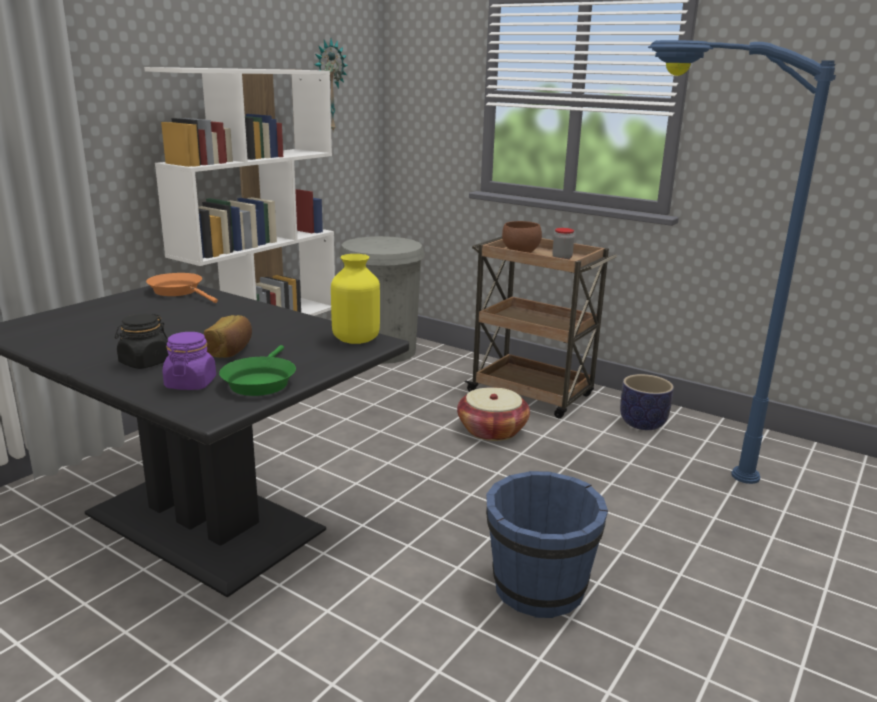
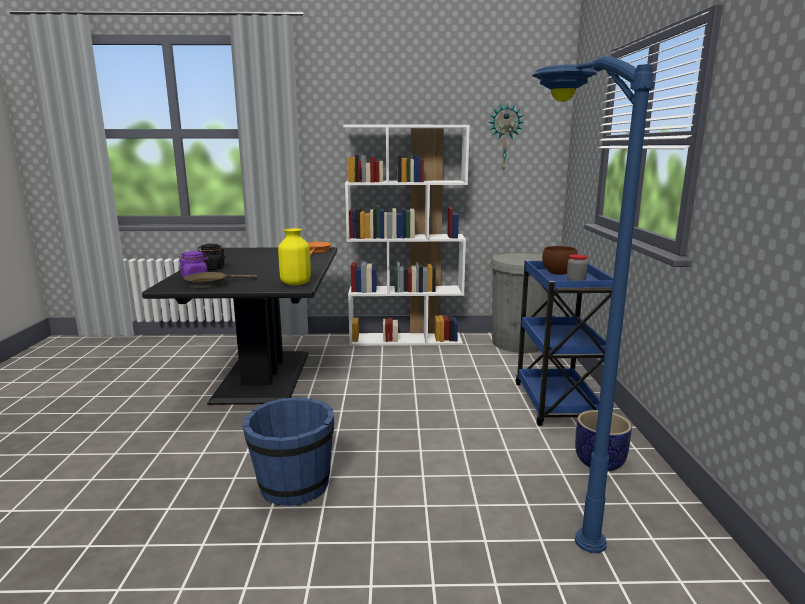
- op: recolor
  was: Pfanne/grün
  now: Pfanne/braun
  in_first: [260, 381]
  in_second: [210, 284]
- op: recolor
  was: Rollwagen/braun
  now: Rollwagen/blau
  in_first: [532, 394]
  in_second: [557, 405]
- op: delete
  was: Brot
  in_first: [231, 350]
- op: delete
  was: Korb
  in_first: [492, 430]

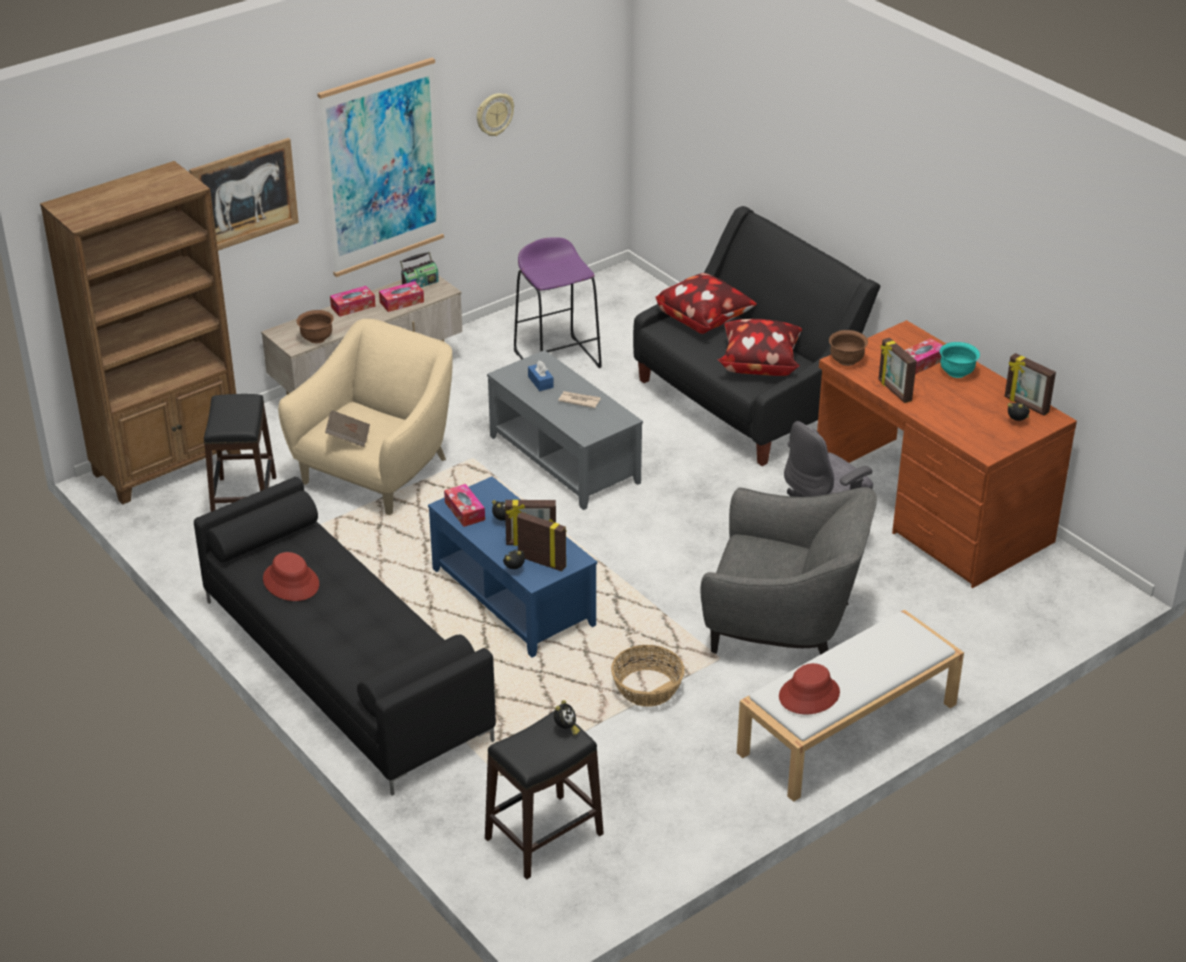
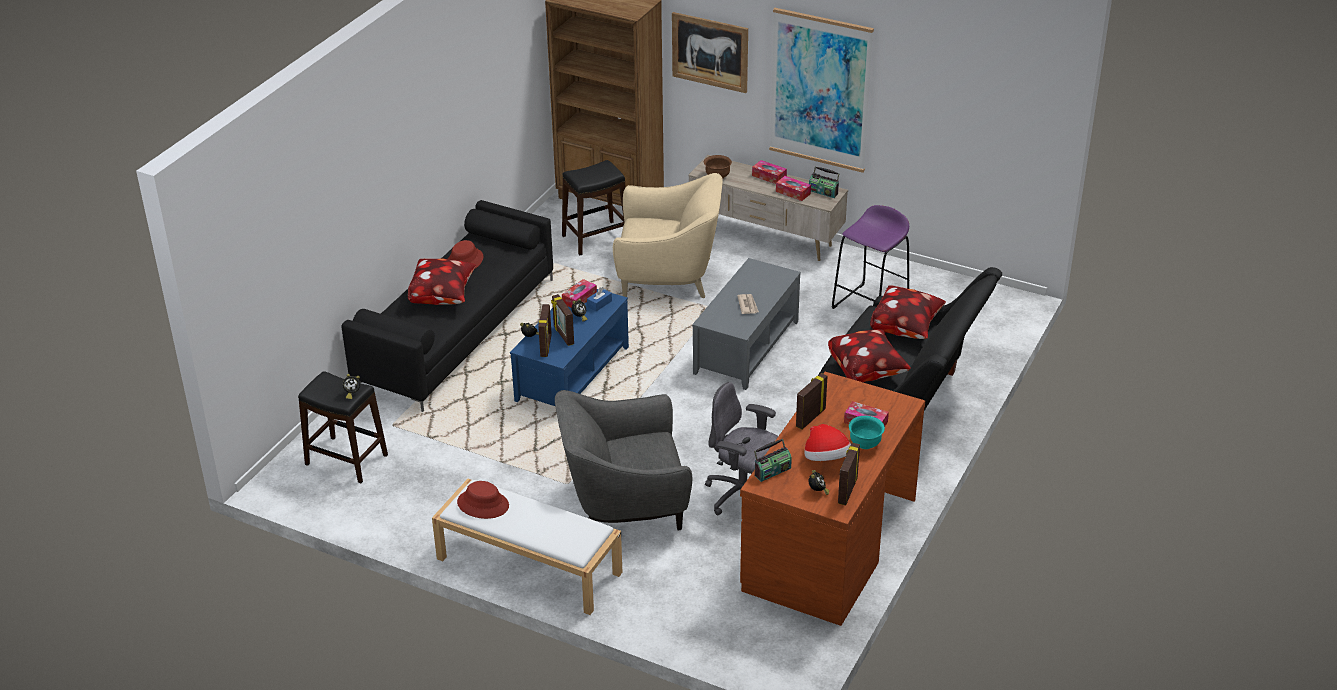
- op: insert
  now: Kissen
  in_second: [443, 297]
- op: rotate
  was: Sessel/grau
  in_first: [783, 626]
  in_second: [625, 504]
  clockwise: 90
- op: move
  was: Taschentuchbox/blau
  in_first: [540, 382]
  in_second: [599, 304]
- op: insert
  now: Radio
  in_second: [772, 471]
- op: insert
  now: Hut
  in_second: [826, 460]
- op: delete
  was: Buch/braun
  in_first: [348, 437]
- op: delete
  was: Wanduhr
  in_first: [494, 114]
- op: delete
  was: Korb
  in_first: [647, 688]
- op: delete
  was: Schüssel/braun
  in_first: [846, 361]

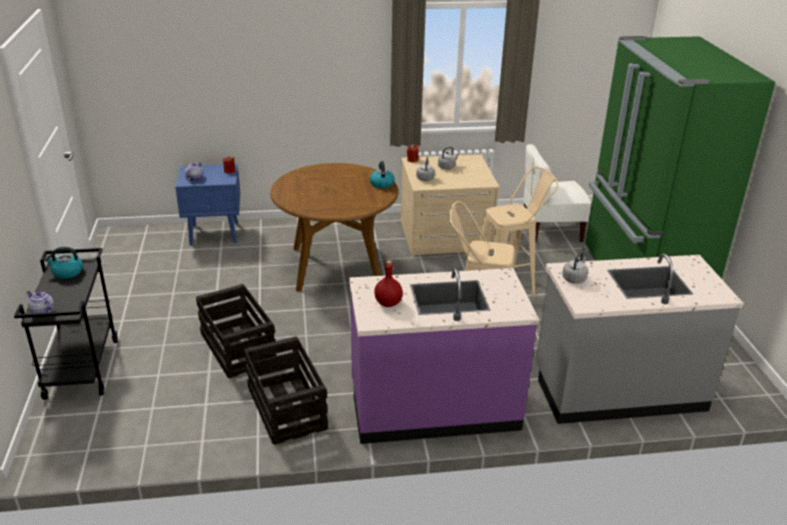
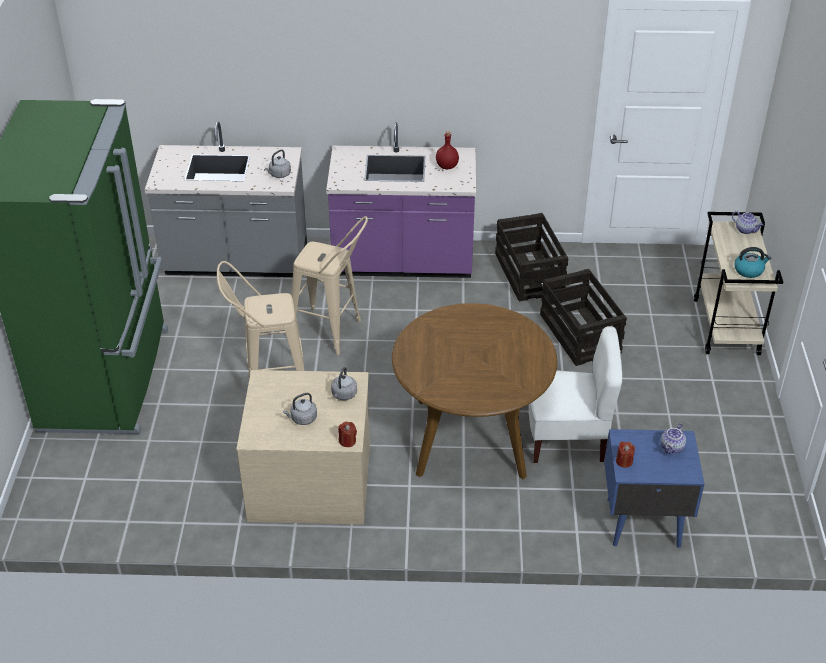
- op: move
  was: Stuhl/weiß
  in_first: [551, 231]
  in_second: [567, 439]
- op: recolor
  was: Rollwagen/schwarz
  now: Rollwagen/beige
  in_first: [81, 368]
  in_second: [727, 327]
- op: delete
  was: Wasserkessel
  in_first: [381, 184]

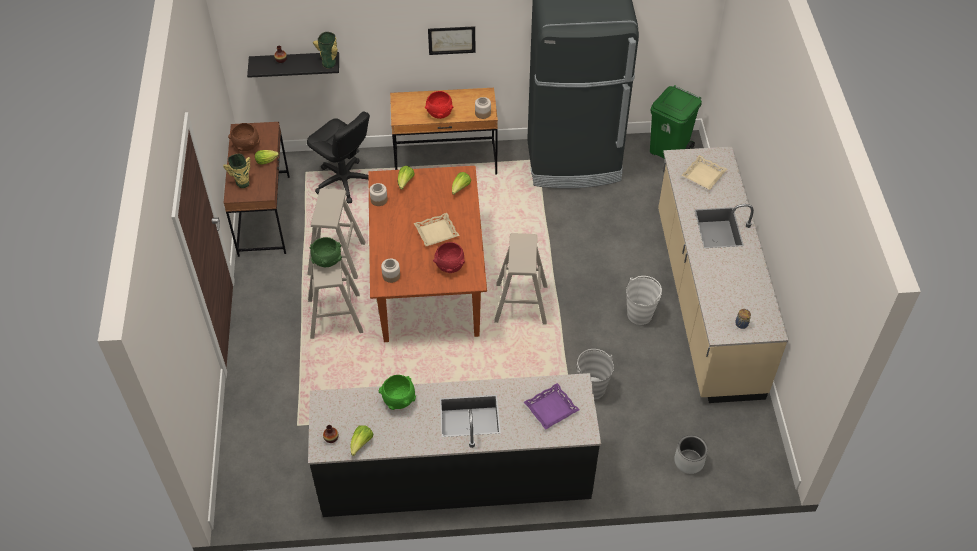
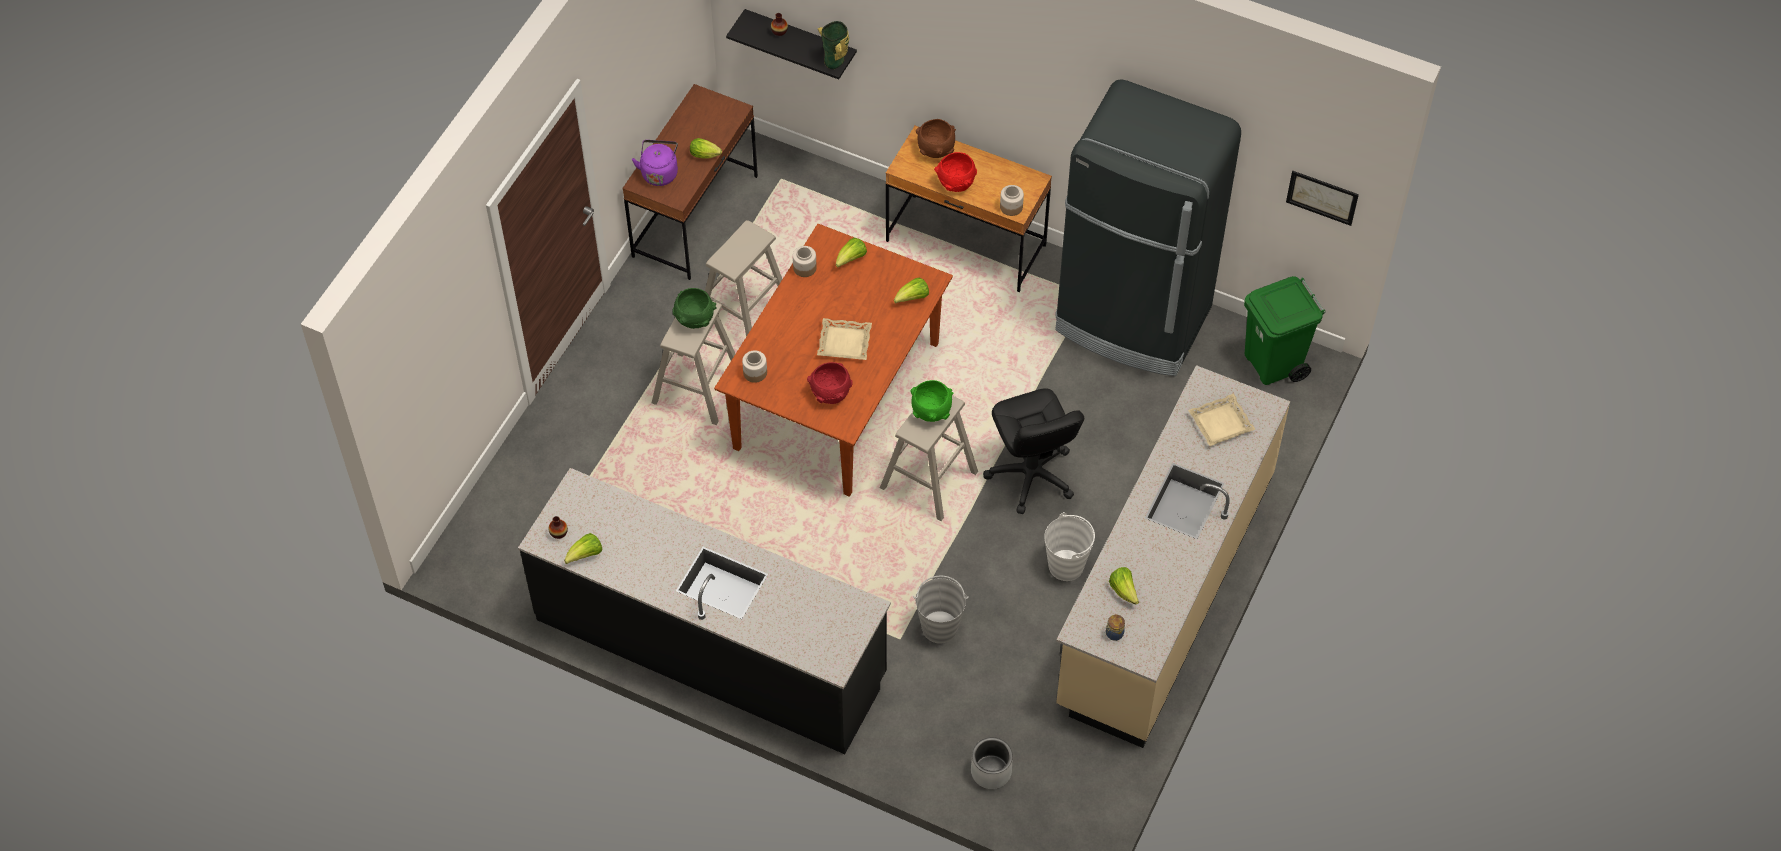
- op: replace
  was: Vase
  now: Wasserkessel/lila
  in_first: [243, 183]
  in_second: [659, 172]
- op: move
  was: Schüssel/grün
  in_first: [398, 400]
  in_second: [930, 411]
- op: move
  was: Schüssel/braun
  in_first: [246, 146]
  in_second: [935, 150]
- op: move
  was: Bürostuhl/schwarz
  in_first: [344, 181]
  in_second: [1031, 475]
- op: insert
  now: Salatkopf
  in_second: [1124, 590]
- op: move
  was: Bild
  in_first: [451, 40]
  in_second: [1322, 197]
- op: delete
  was: Tablett/lila
  in_first: [551, 409]

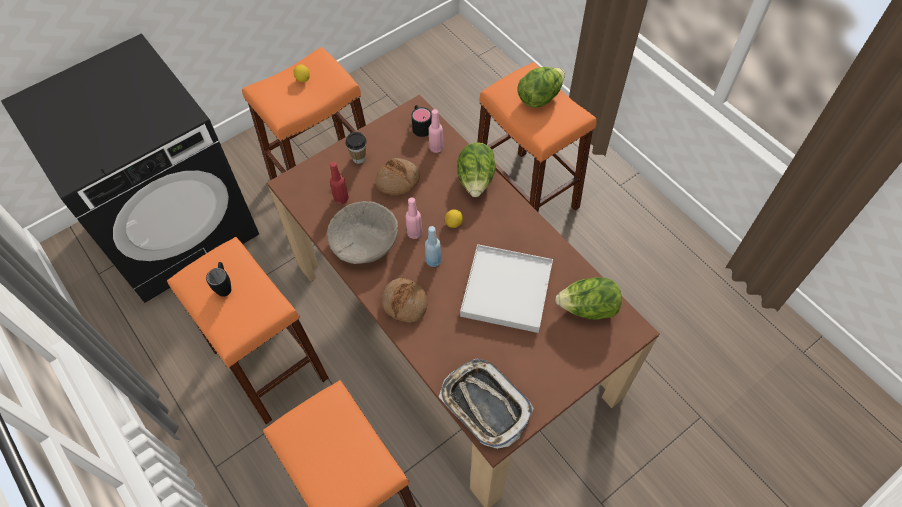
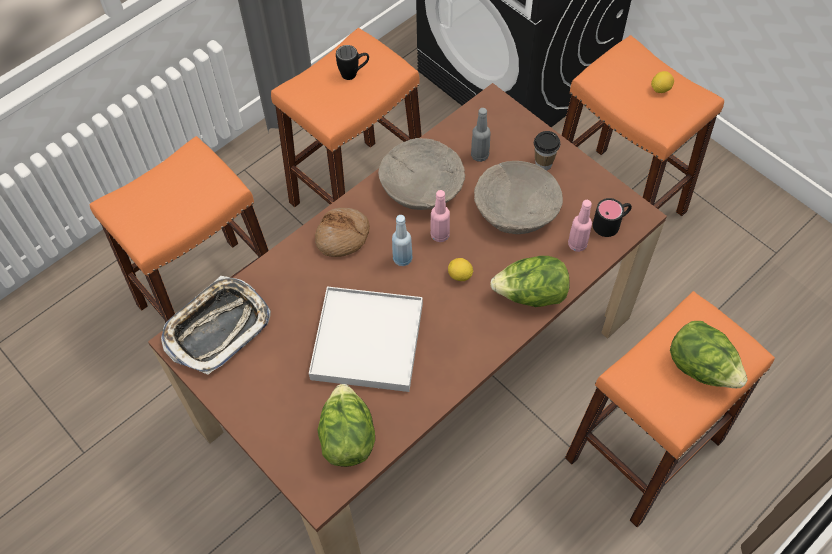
- op: recolor
  was: Flasche/rot
  now: Flasche/grau
  in_first: [341, 198]
  in_second: [479, 155]
- op: replace
  was: Brot
  now: Schüssel/beige
  in_first: [398, 181]
  in_second: [515, 209]

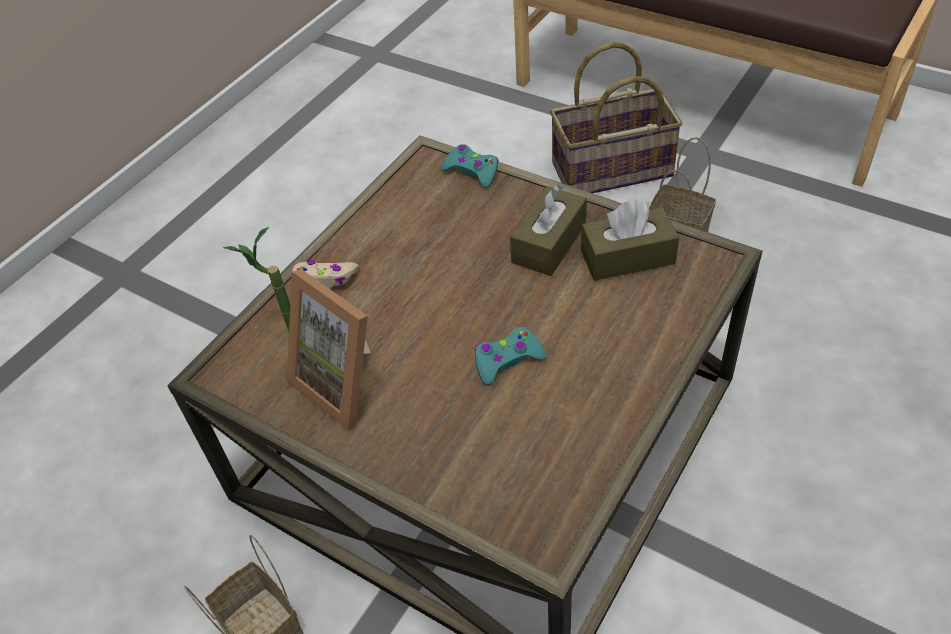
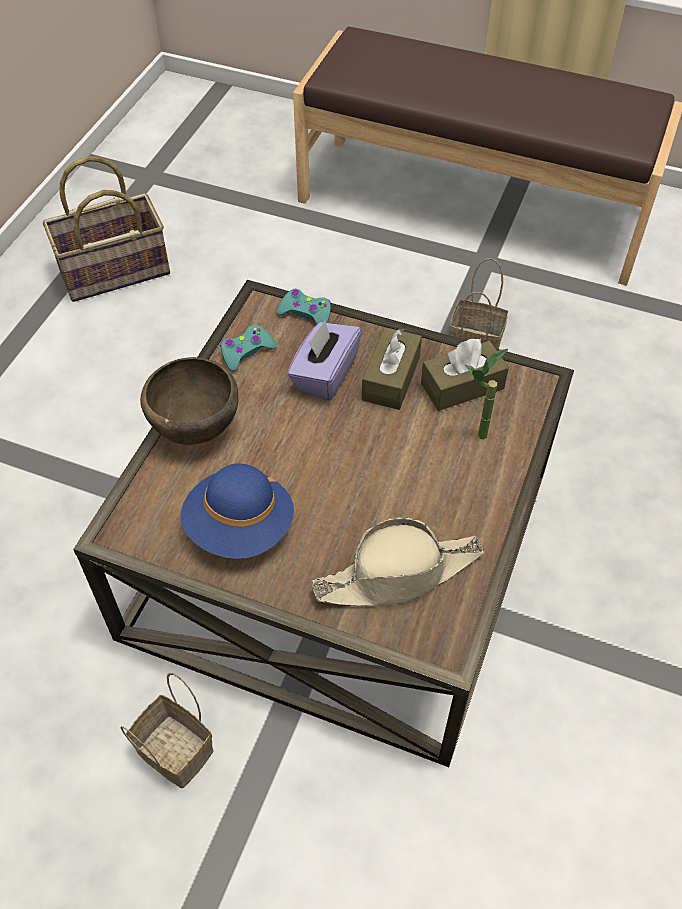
- op: move
  was: Korb
  in_first: [612, 171]
  in_second: [114, 272]
- op: replace
  was: Gamepad/beige
  now: Schüssel/braun
  in_first: [325, 278]
  in_second: [195, 431]
- op: replace
  was: Bilderrahmen
  now: Hut/blau
  in_first: [346, 382]
  in_second: [240, 527]
- op: move
  was: Gamepad/türkis
  in_first: [507, 360]
  in_second: [246, 352]
- op: insert
  now: Taschentuchbox/lila
  in_second: [324, 375]
- op: insert
  now: Hut/beige
  in_second: [399, 574]
- op: move
  was: Topfpflanze
  in_first: [283, 335]
  in_second: [474, 439]

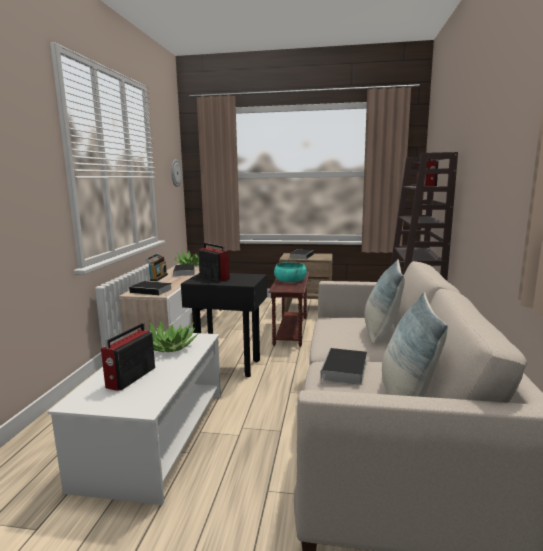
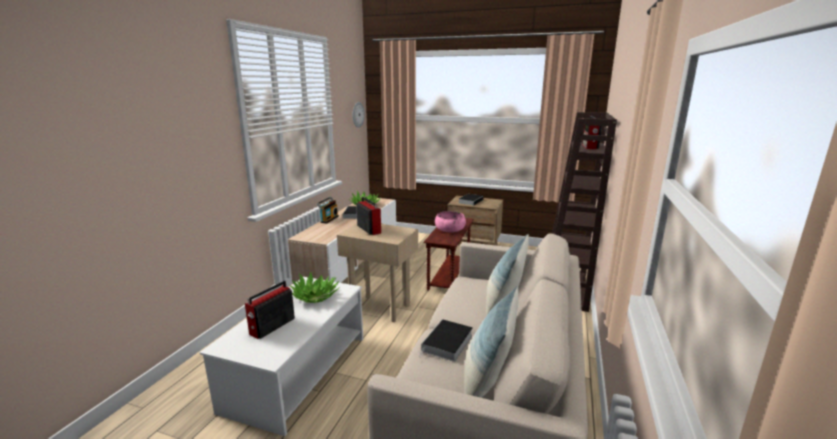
- op: recolor
  was: Beistelltisch/schwarz
  now: Beistelltisch/beige
  in_first: [228, 365]
  in_second: [380, 307]
- op: recolor
  was: Schüssel/türkis
  now: Schüssel/rosa
  in_first: [290, 280]
  in_second: [449, 229]
- op: delete
  was: Buch
  in_first: [152, 291]

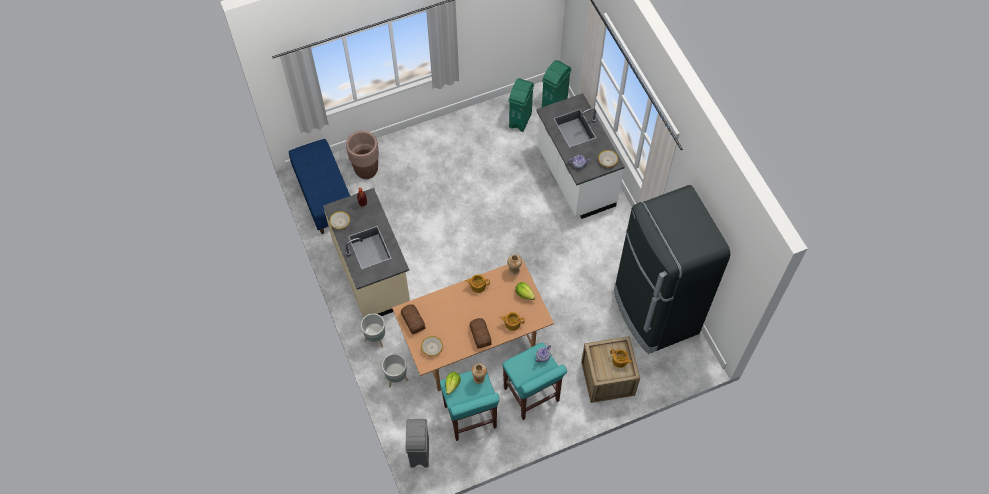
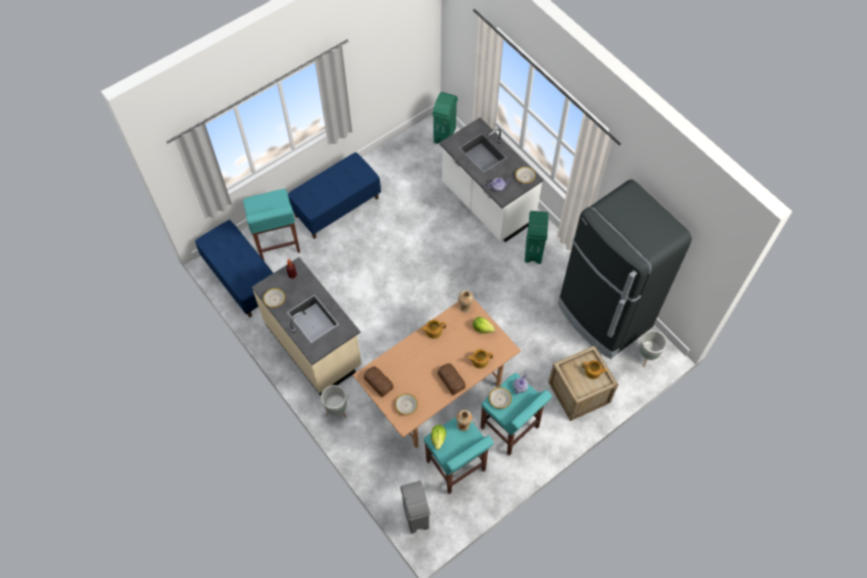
- op: replace
  was: Pflanzkübel/braun
  now: Hocker/türkis
  in_first: [366, 170]
  in_second: [277, 243]
- op: insert
  now: Bank/blau
  in_second: [337, 206]
- op: insert
  now: Schüssel
  in_second: [500, 399]
- op: move
  was: Mülleimer/grün
  in_first: [520, 120]
  in_second: [533, 251]
- op: move
  was: Pflanzkübel/grau
  in_first: [397, 379]
  in_second: [647, 357]

